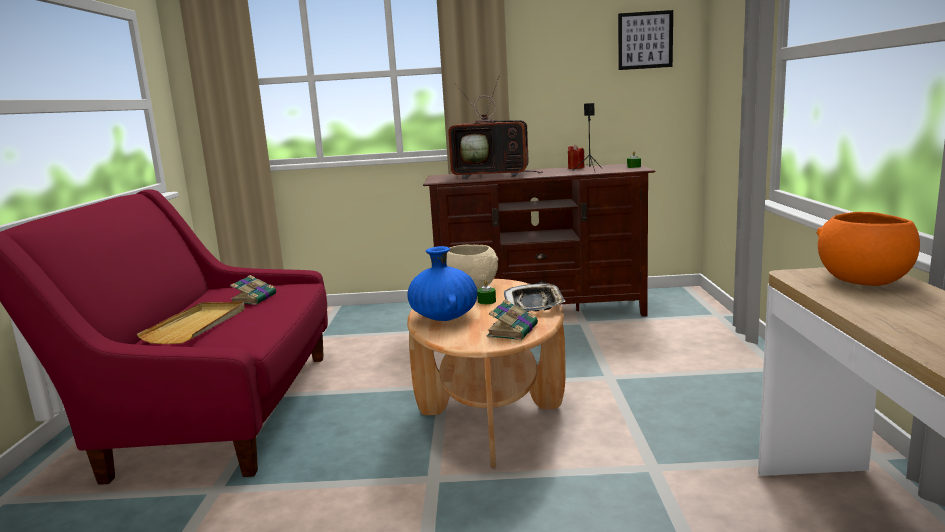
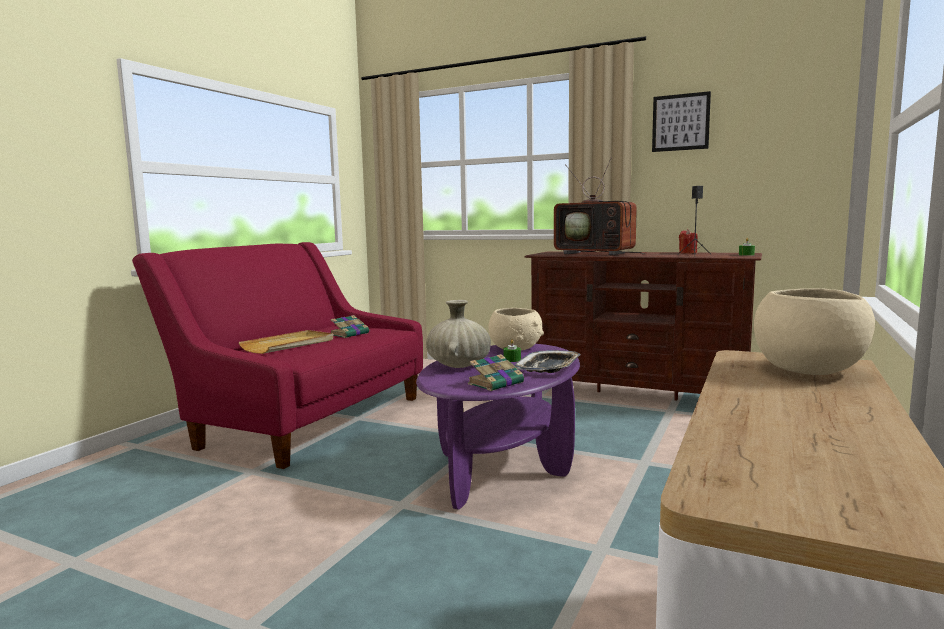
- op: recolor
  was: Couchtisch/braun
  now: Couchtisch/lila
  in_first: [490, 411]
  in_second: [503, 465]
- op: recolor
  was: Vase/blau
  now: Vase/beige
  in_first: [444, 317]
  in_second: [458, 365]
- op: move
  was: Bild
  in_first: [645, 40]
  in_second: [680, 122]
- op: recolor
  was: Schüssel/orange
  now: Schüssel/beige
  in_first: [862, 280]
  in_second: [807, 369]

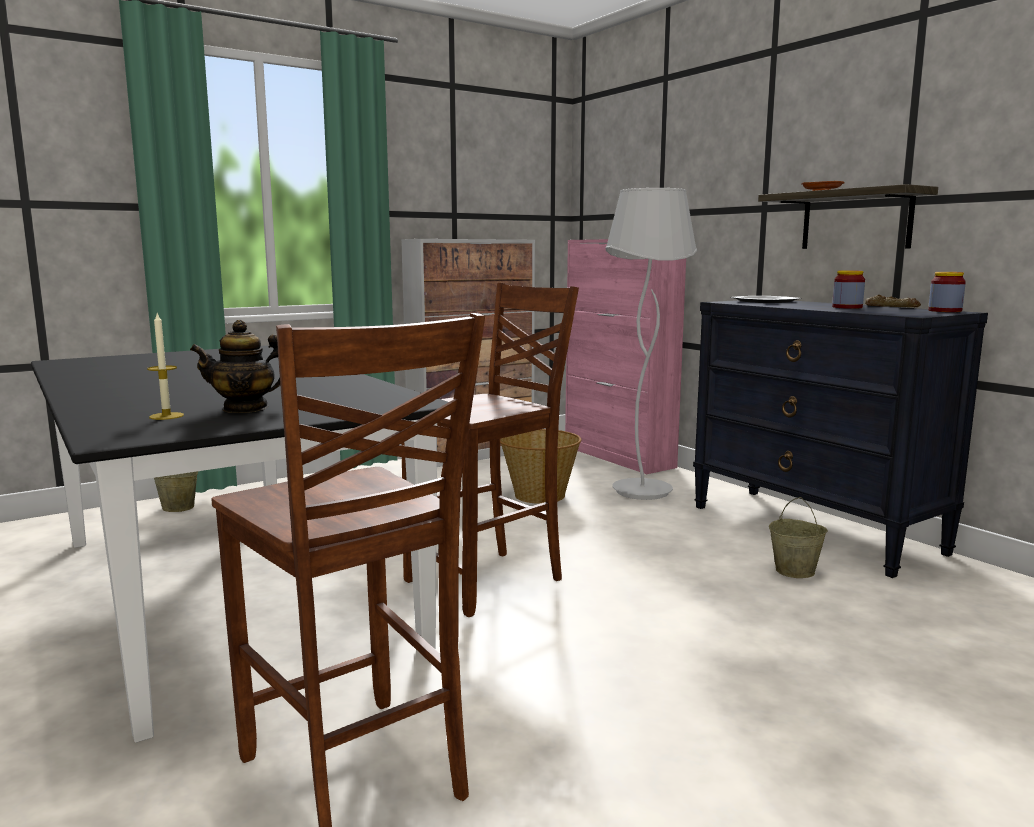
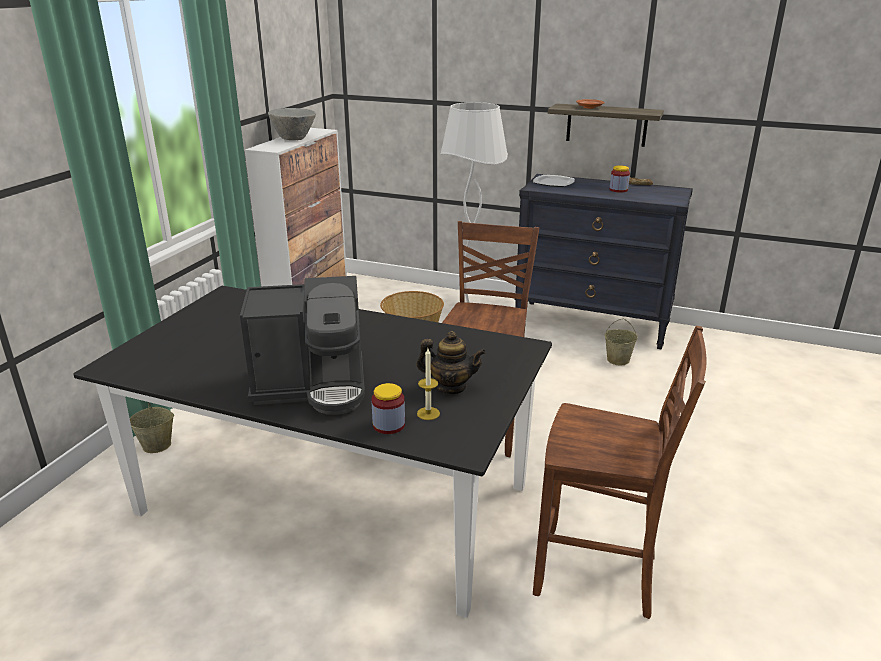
- op: insert
  now: Kaffeemaschine
  in_second: [312, 386]
- op: insert
  now: Schüssel/grau
  in_second: [294, 139]
- op: move
  was: Vorratsglas
  in_first: [945, 311]
  in_second: [389, 425]
- op: rotate
  was: Teekanne
  in_first: [246, 408]
  in_second: [451, 387]
  clockwise: -120
- op: delete
  was: Schrank/rosa
  in_first: [618, 457]

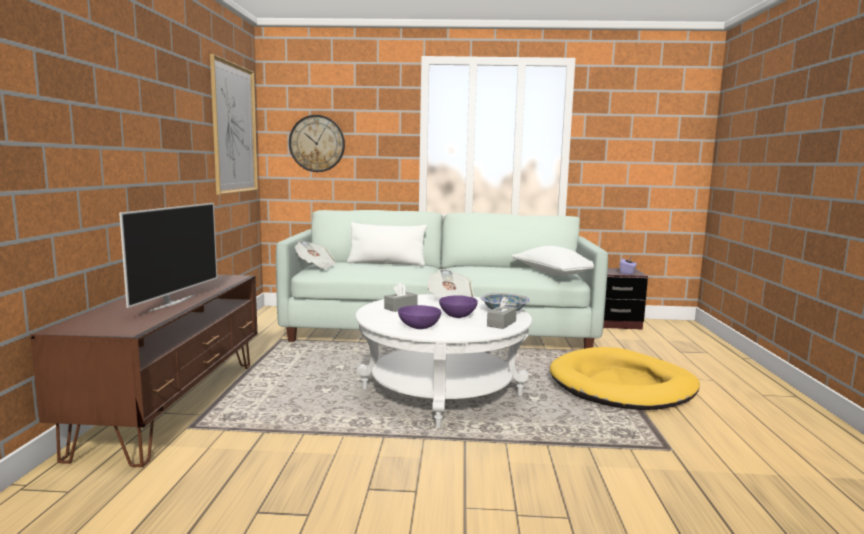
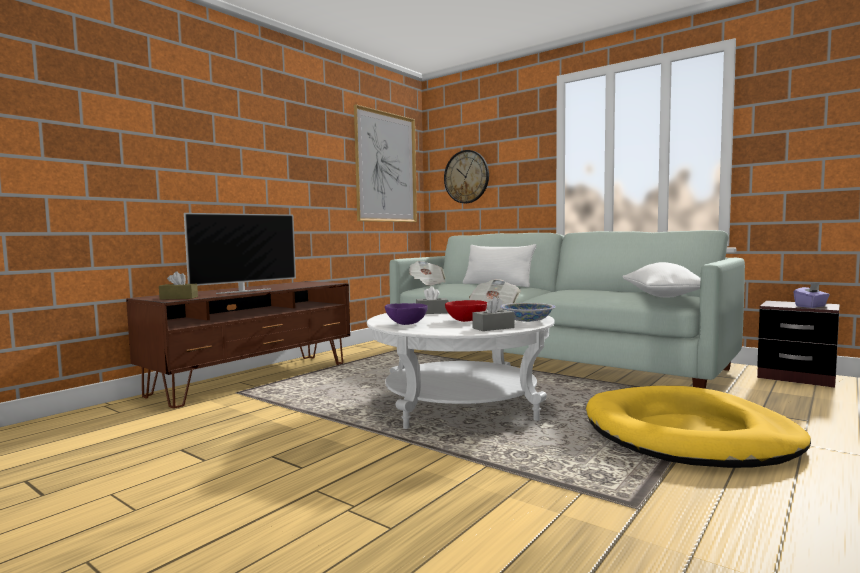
- op: insert
  now: Taschentuchbox/braun
  in_second: [179, 298]
- op: recolor
  was: Schüssel/lila
  now: Schüssel/rot
  in_first: [458, 316]
  in_second: [466, 320]

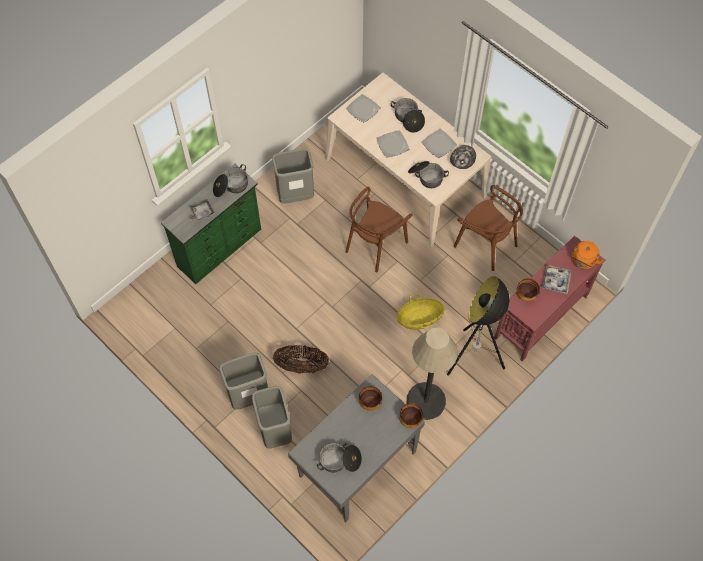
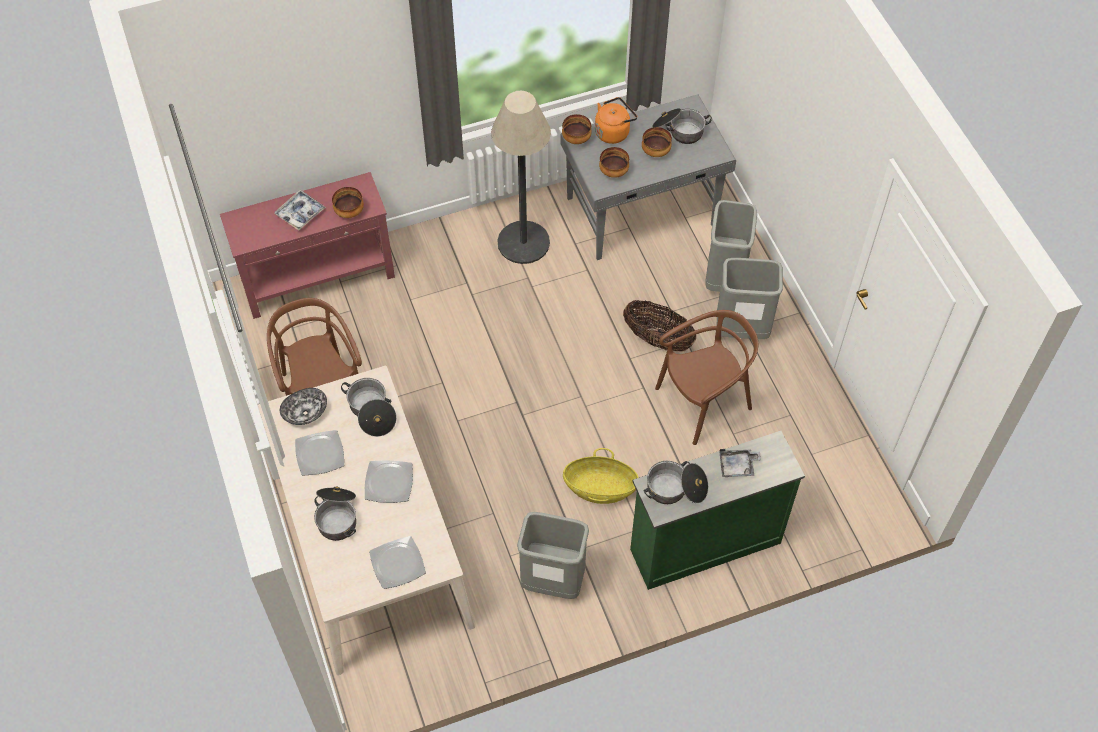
- op: move
  was: Korb
  in_first: [419, 318]
  in_second: [600, 488]
- op: move
  was: Wasserkessel/orange
  in_first: [582, 261]
  in_second: [613, 132]
- op: insert
  now: Schüssel
  in_second: [655, 152]
- op: move
  was: Stuhl/braun
  in_first: [375, 245]
  in_second: [703, 402]
- op: delete
  was: Stehlampe
  in_first: [473, 358]

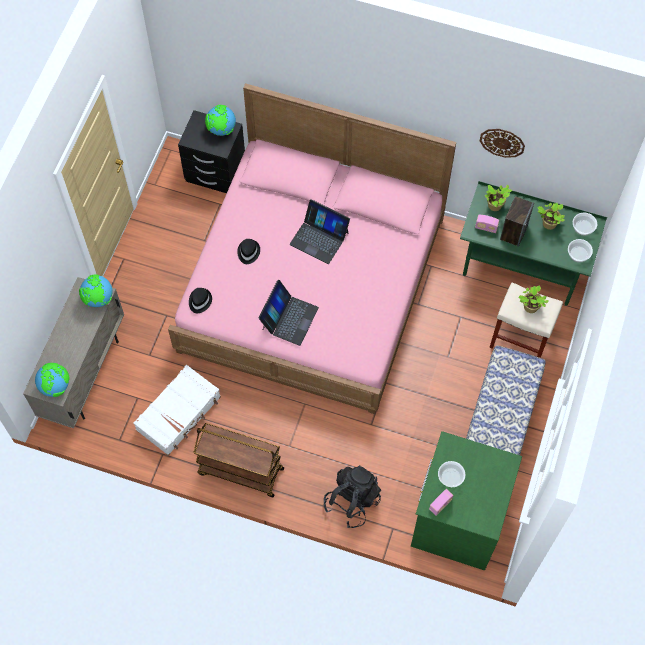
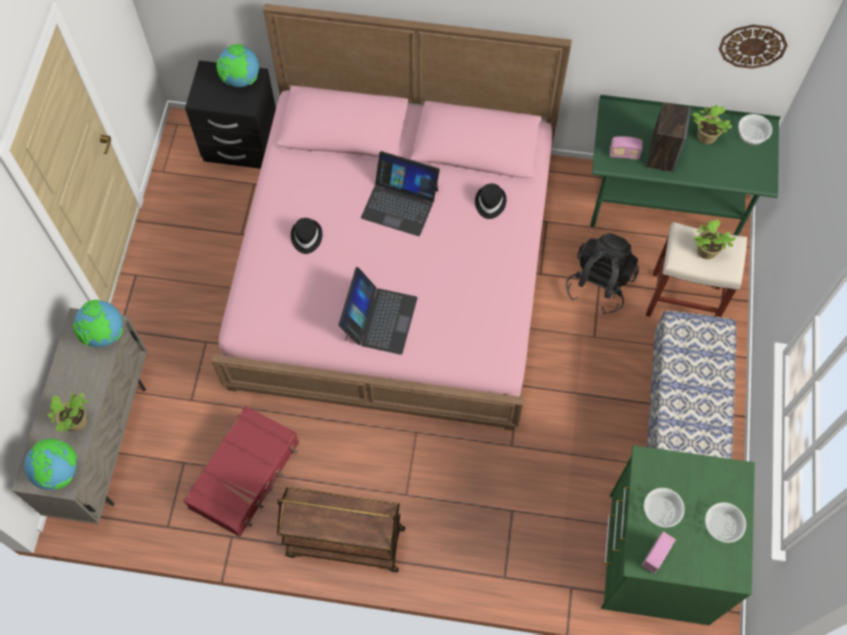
- op: move
  was: Topfpflanze
  in_first: [495, 206]
  in_second: [77, 423]
- op: recolor
  was: Koffer/weiß
  now: Koffer/rot
  in_first: [179, 414]
  in_second: [246, 475]
- op: move
  was: Hut/schwarz
  in_first: [199, 301]
  in_second: [489, 203]
- op: move
  was: Rucksack/schwarz
  in_first: [352, 501]
  in_second: [599, 284]
- op: move
  was: Schüssel
  in_first: [578, 254]
  in_second: [722, 526]
- op: move
  was: Wanduhr
  in_first: [502, 142]
  in_second: [752, 45]

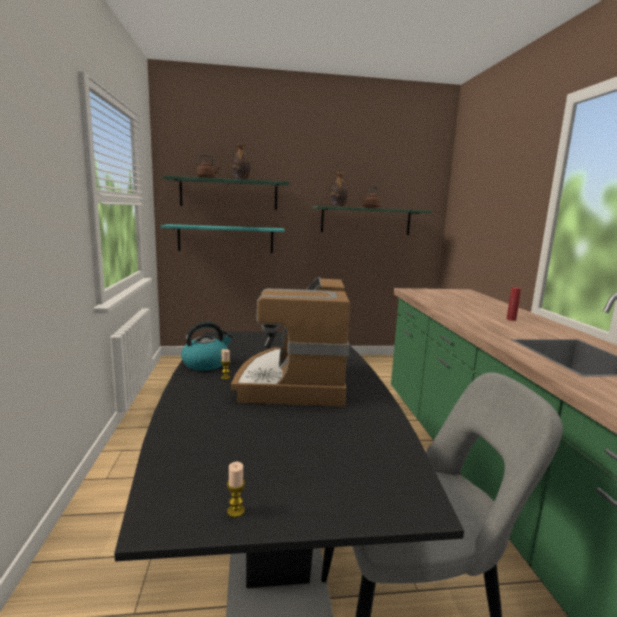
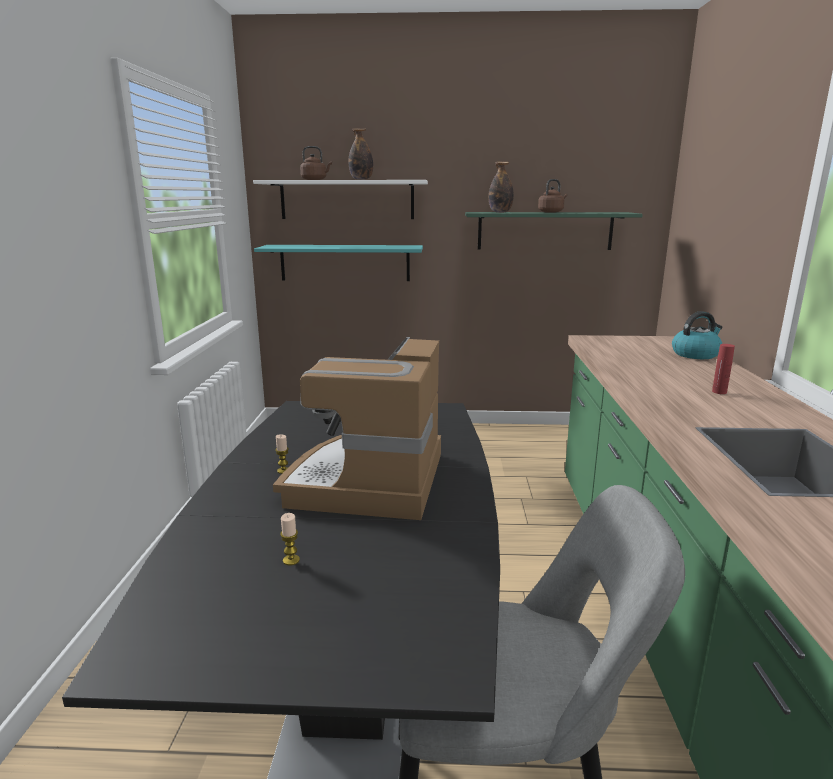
- op: recolor
  was: Wandregal/grün
  now: Wandregal/weiß
  in_first: [229, 194]
  in_second: [347, 200]
- op: move
  was: Kerze
  in_first: [236, 511]
  in_second: [291, 560]
- op: move
  was: Wasserkessel
  in_first: [206, 363]
  in_second: [695, 354]

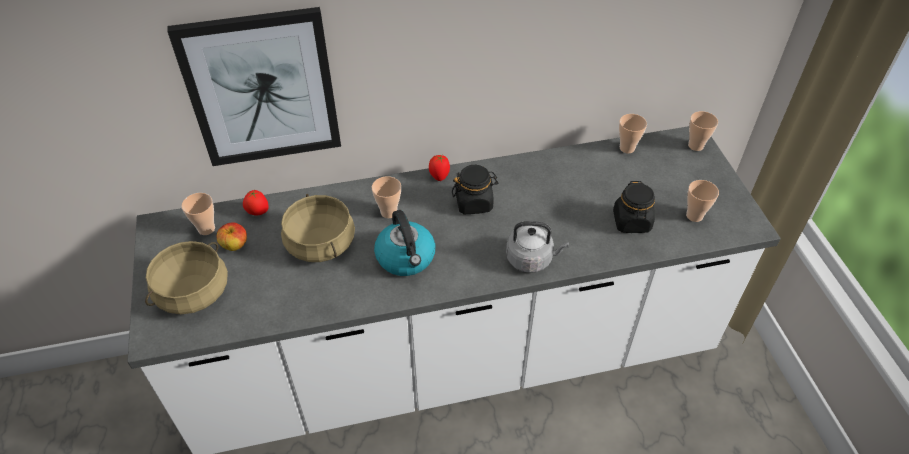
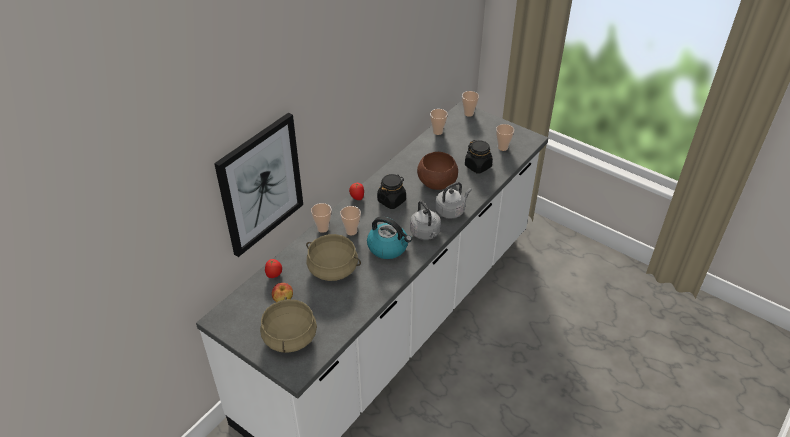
- op: move
  was: Tasse
  in_first: [206, 229]
  in_second: [323, 228]
- op: insert
  now: Wasserkessel/grau
  in_second: [425, 233]
- op: insert
  now: Schüssel/braun
  in_second: [437, 182]

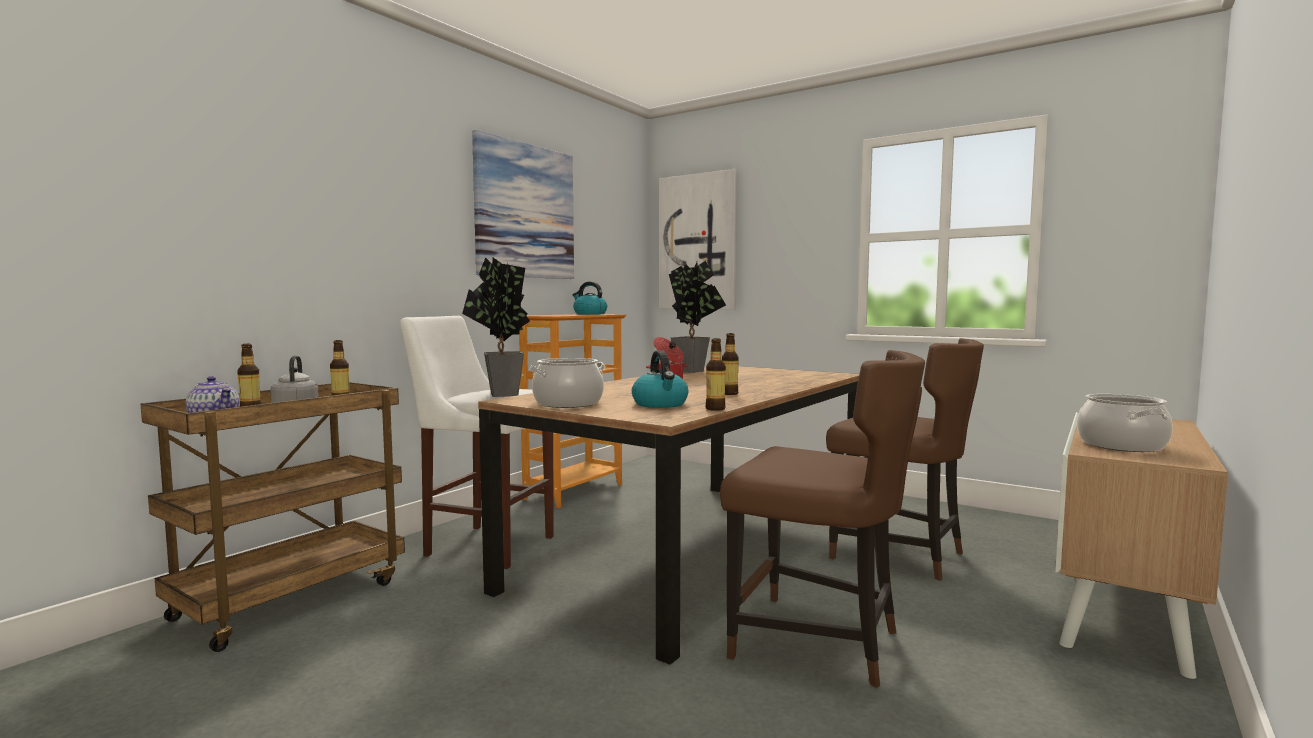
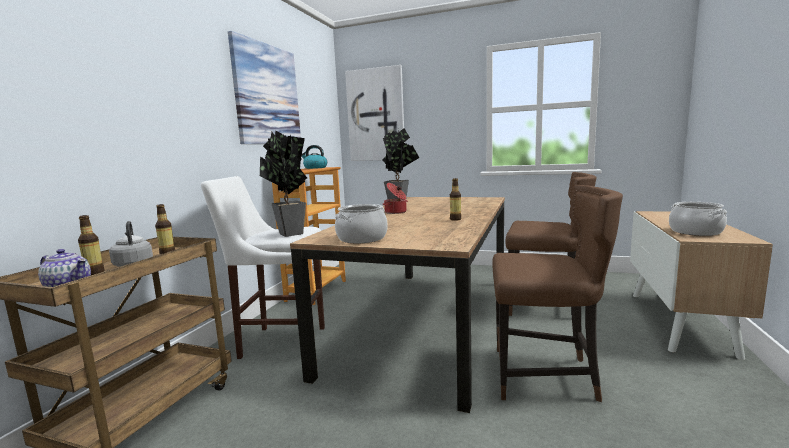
- op: delete
  was: Wasserkessel
  in_first: [660, 404]
- op: delete
  was: Flasche
  in_first: [715, 409]

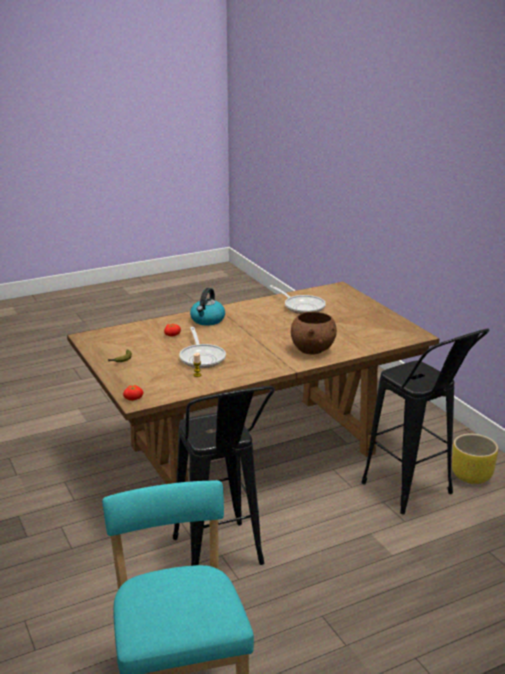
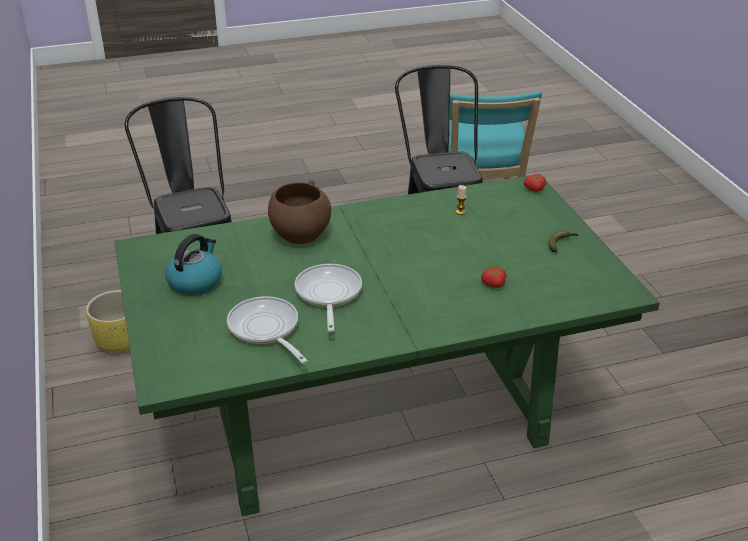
- op: recolor
  was: Esstisch/braun
  now: Esstisch/grün
  in_first: [253, 449]
  in_second: [372, 416]
- op: move
  was: Wasserkessel
  in_first: [207, 320]
  in_second: [195, 281]
- op: move
  was: Pfanne
  in_first: [202, 358]
  in_second: [328, 295]

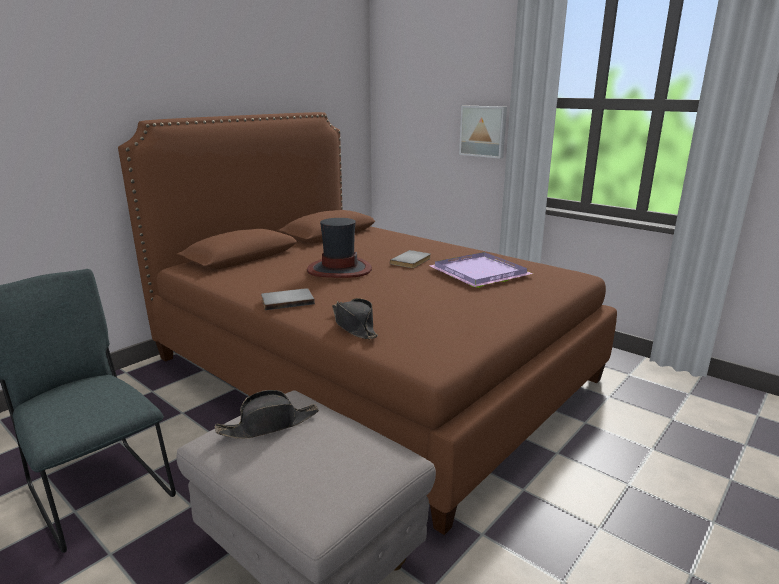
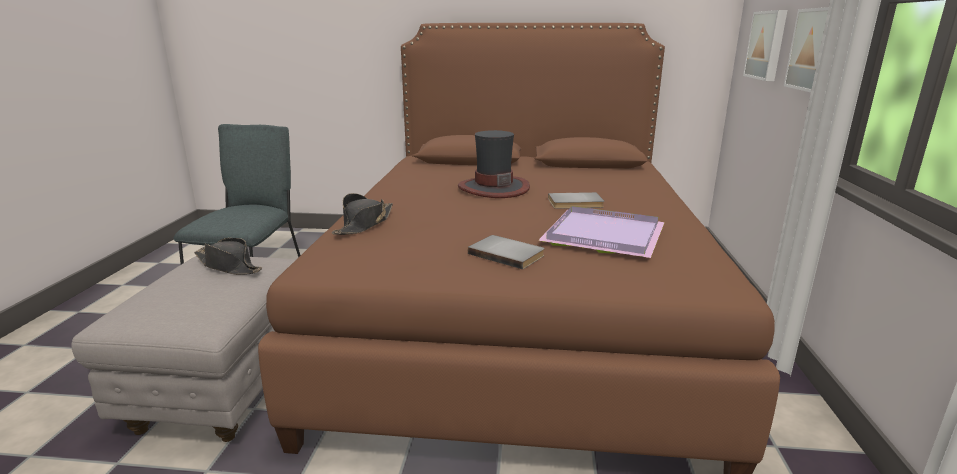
- op: move
  was: Buch/grau
  in_first: [287, 301]
  in_second: [507, 254]
- op: insert
  now: Bild
  in_second: [767, 45]

